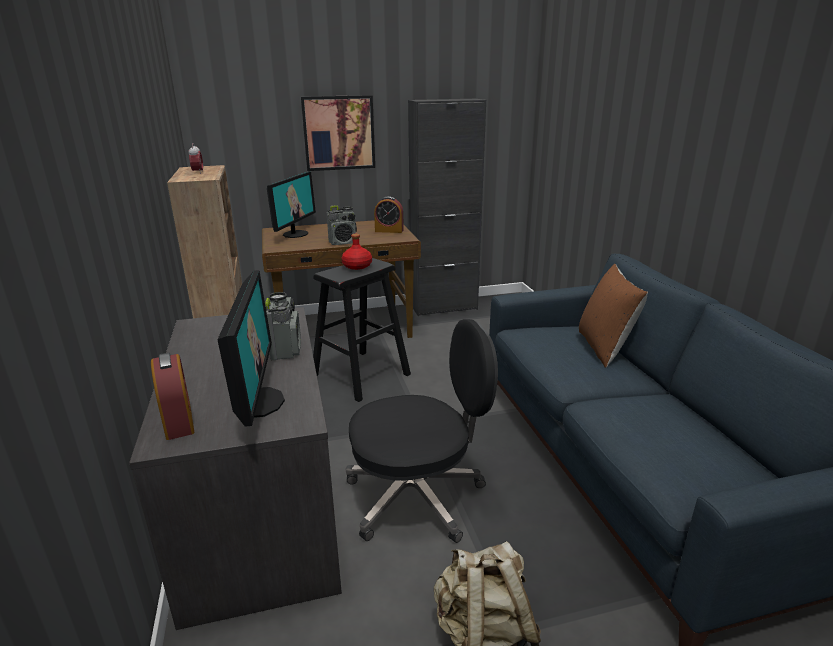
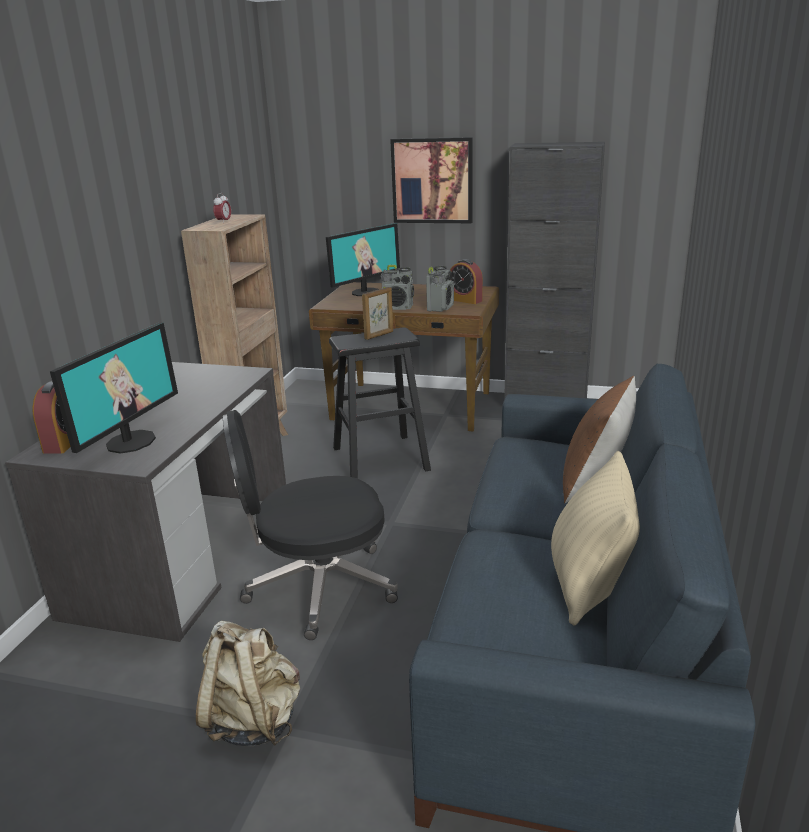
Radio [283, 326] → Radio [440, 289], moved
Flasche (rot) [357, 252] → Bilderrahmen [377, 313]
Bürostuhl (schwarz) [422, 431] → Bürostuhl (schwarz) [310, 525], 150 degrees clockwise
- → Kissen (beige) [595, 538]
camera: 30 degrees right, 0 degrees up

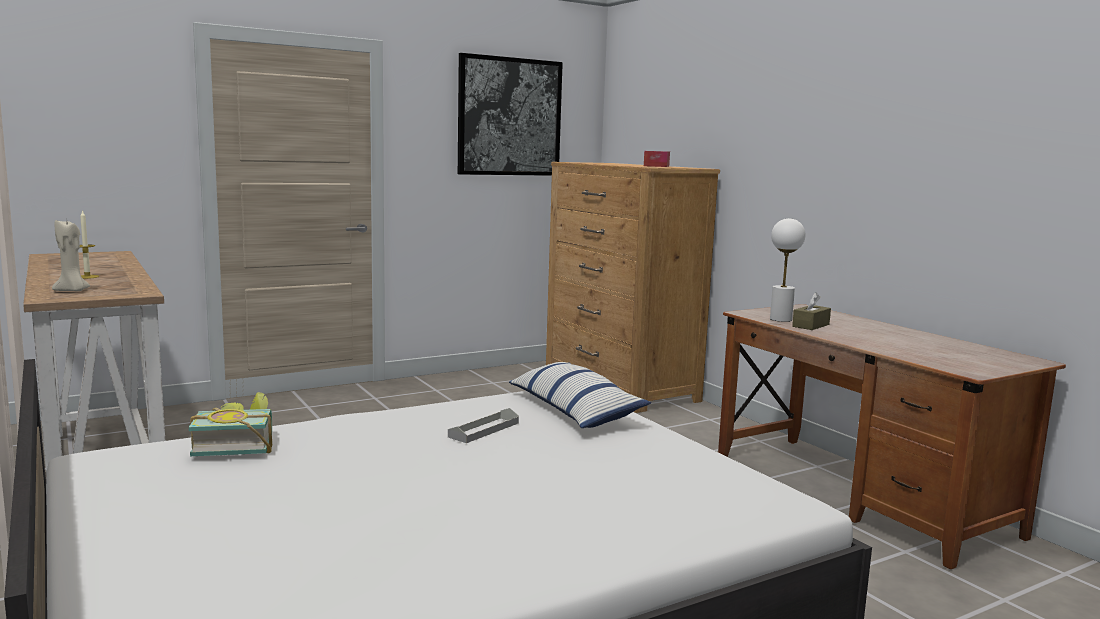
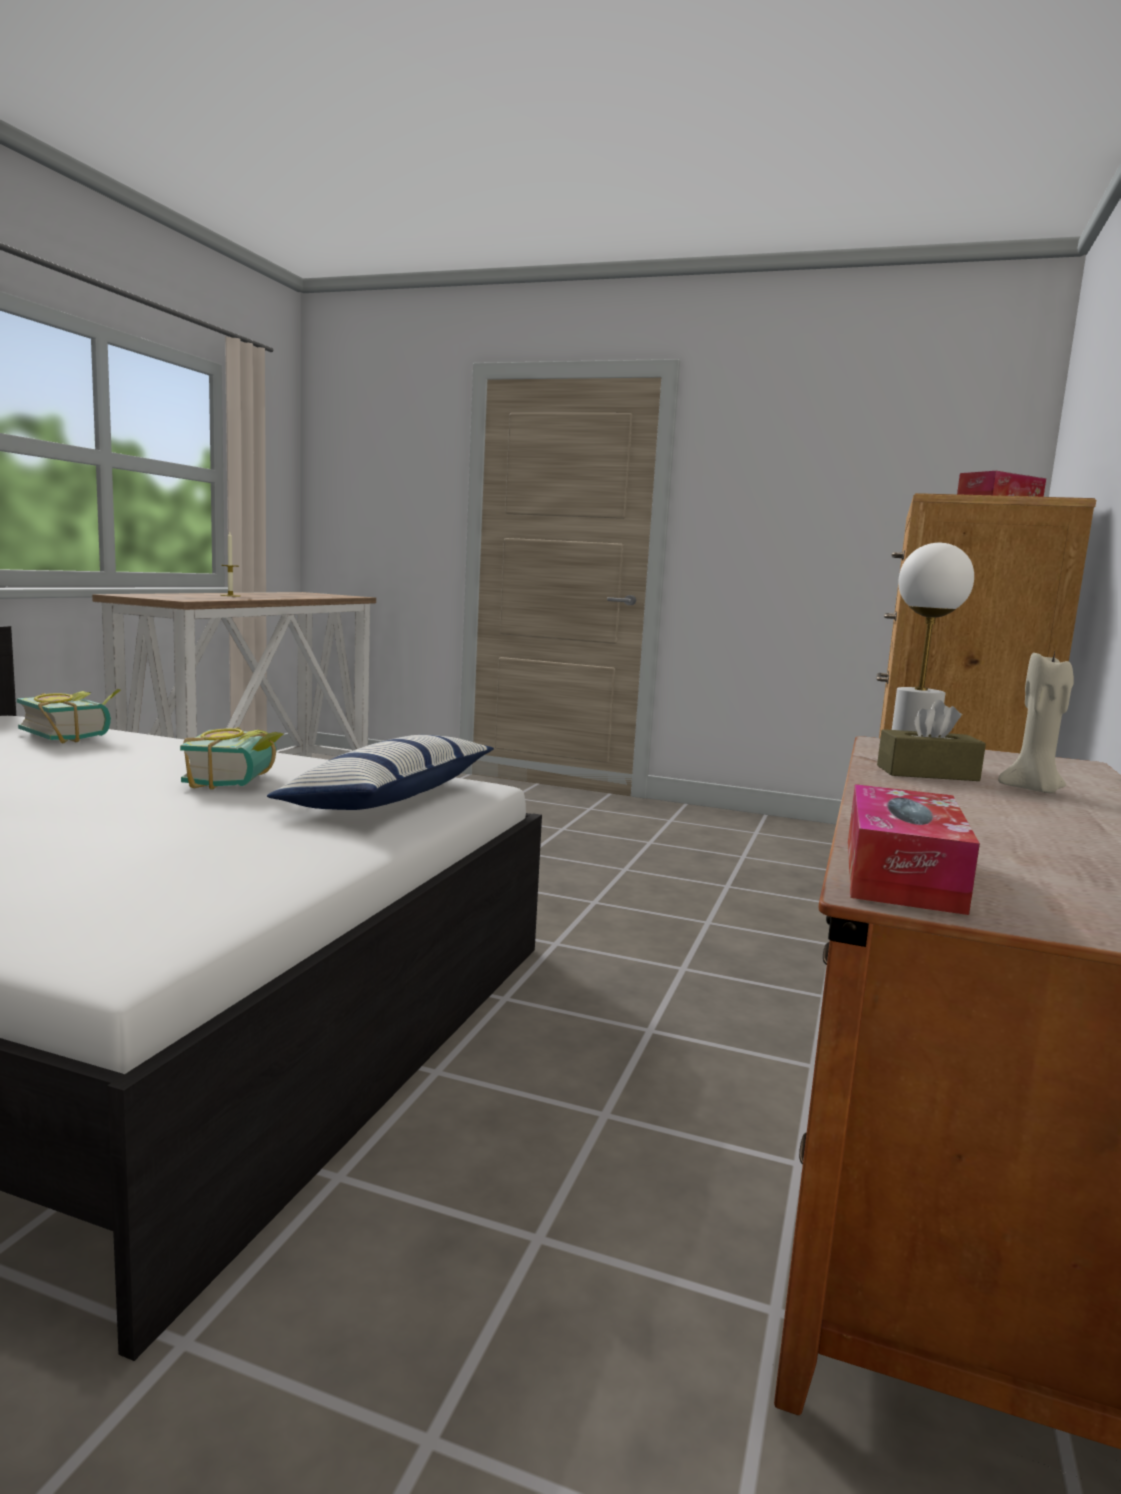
Kerze (beige) [71, 255] → Kerze (beige) [1036, 722], moved
Tablett (grau) [483, 425] → Buch [231, 758]
Bild [510, 114] → -
- → Taschentuchbox [914, 849]
camera: 50 degrees right, 0 degrees up

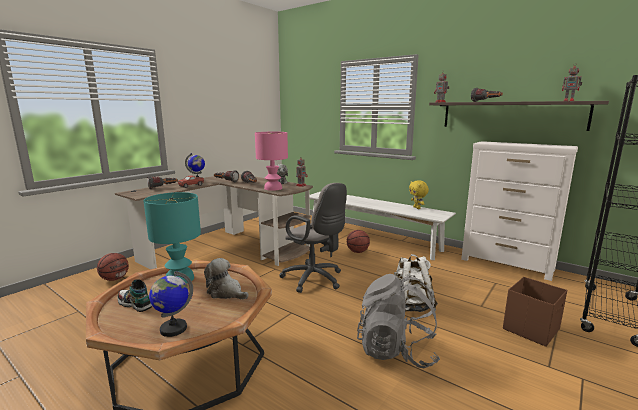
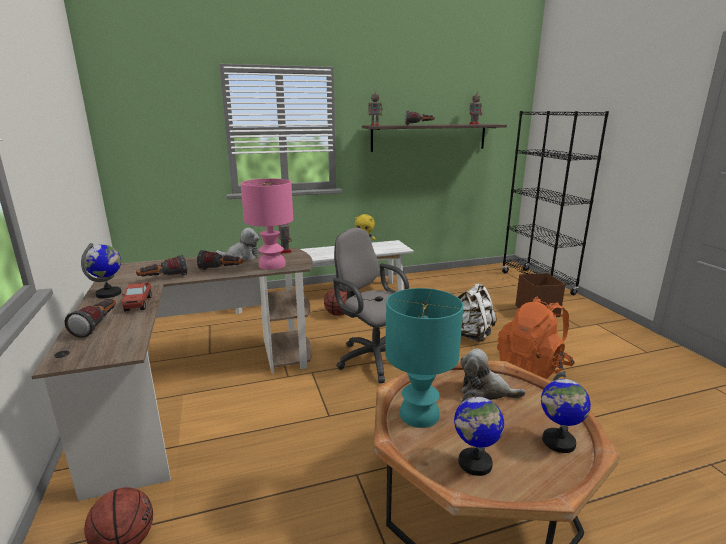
Schuh [135, 295] → Globus [479, 432]
Plüschtier [226, 278] → Plüschtier [493, 374], 45 degrees clockwise
Bürostuhl (grau) [313, 238] → Bürostuhl (grau) [371, 305], 120 degrees counterclockwise
Rucksack (grau) [398, 321] → Rucksack (orange) [536, 338]
Kommode (weiß) [519, 211] → -
camera: 55 degrees left, 5 degrees up

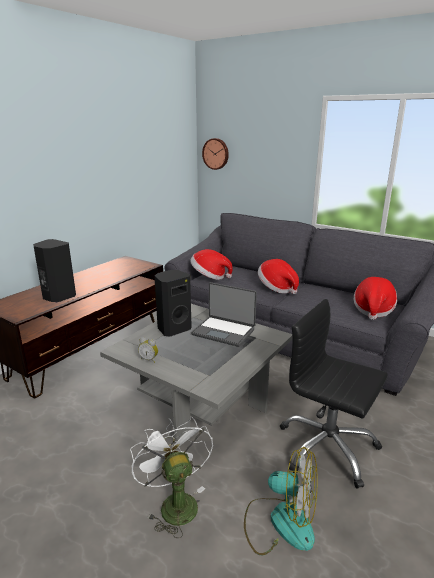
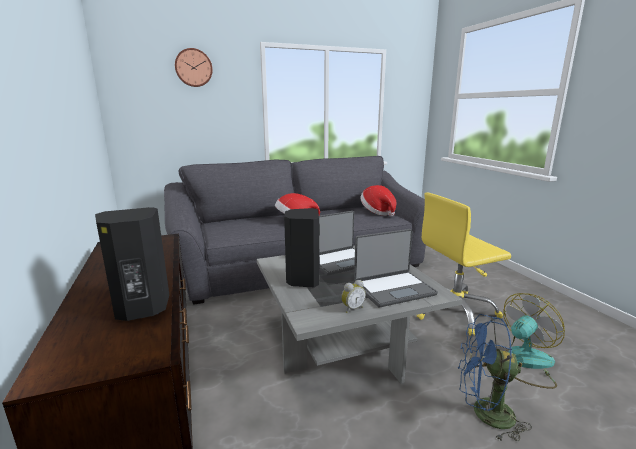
Ventilator (weiß) [171, 477] → Ventilator (blau) [495, 378]
Hut [211, 264] → -
Wanduhr [215, 154] → Wanduhr [194, 67], moved
Bürostuhl (schwarz) [334, 394] → Bürostuhl (gelb) [464, 263]
- → Laptop [396, 268]
camera: 55 degrees left, 5 degrees down

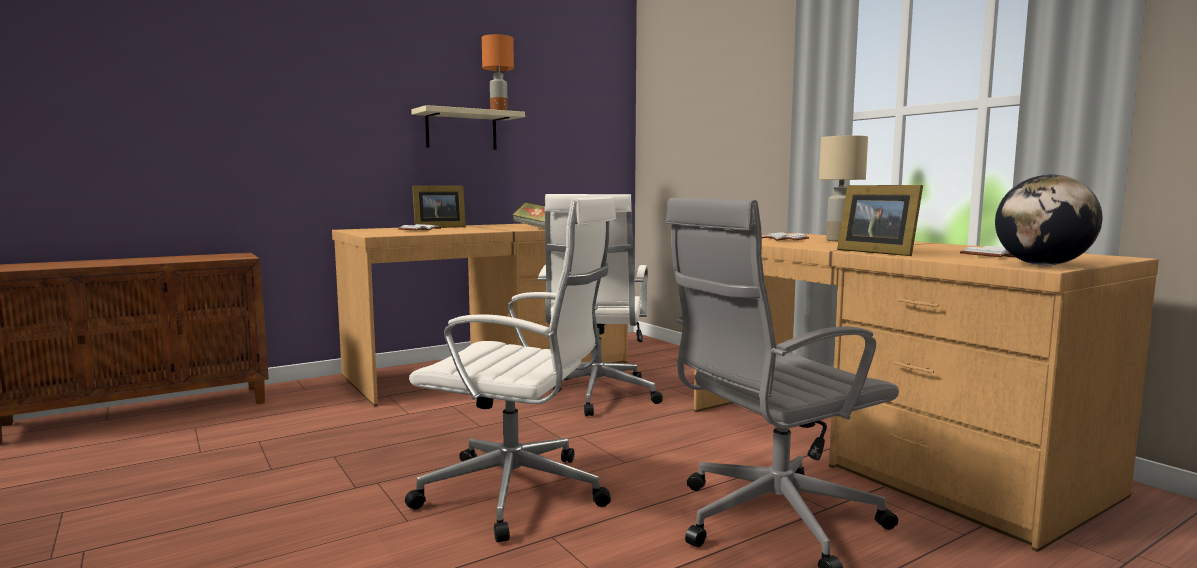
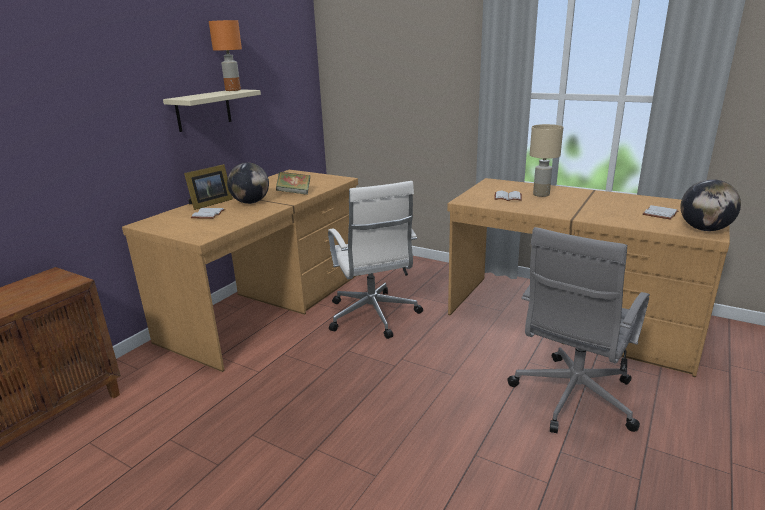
Bürostuhl (weiß) [510, 369] → -
Bilderrahmen [880, 220] → -
- → Globus [248, 183]
camera: 25 degrees left, 15 degrees up

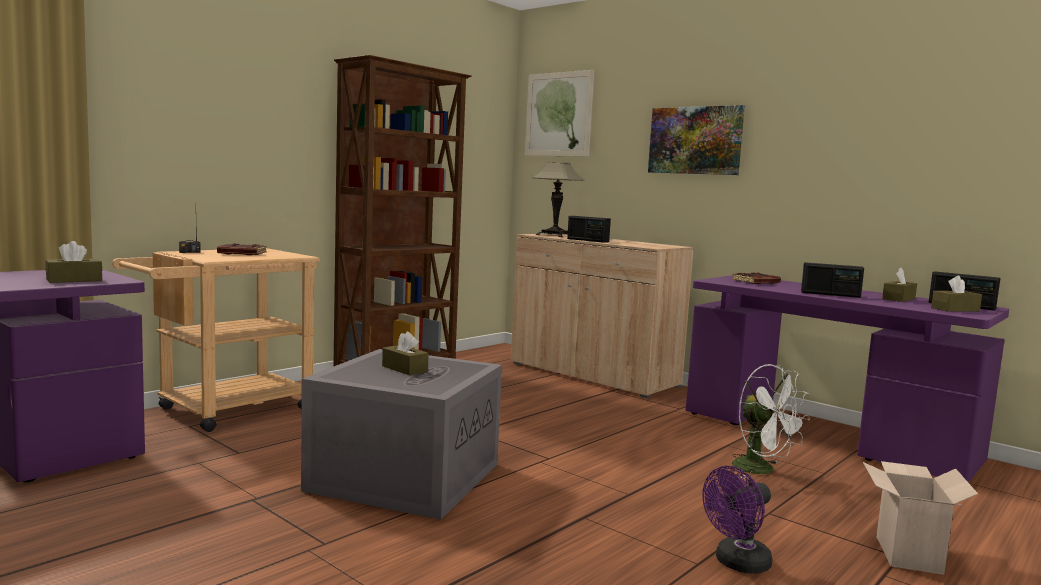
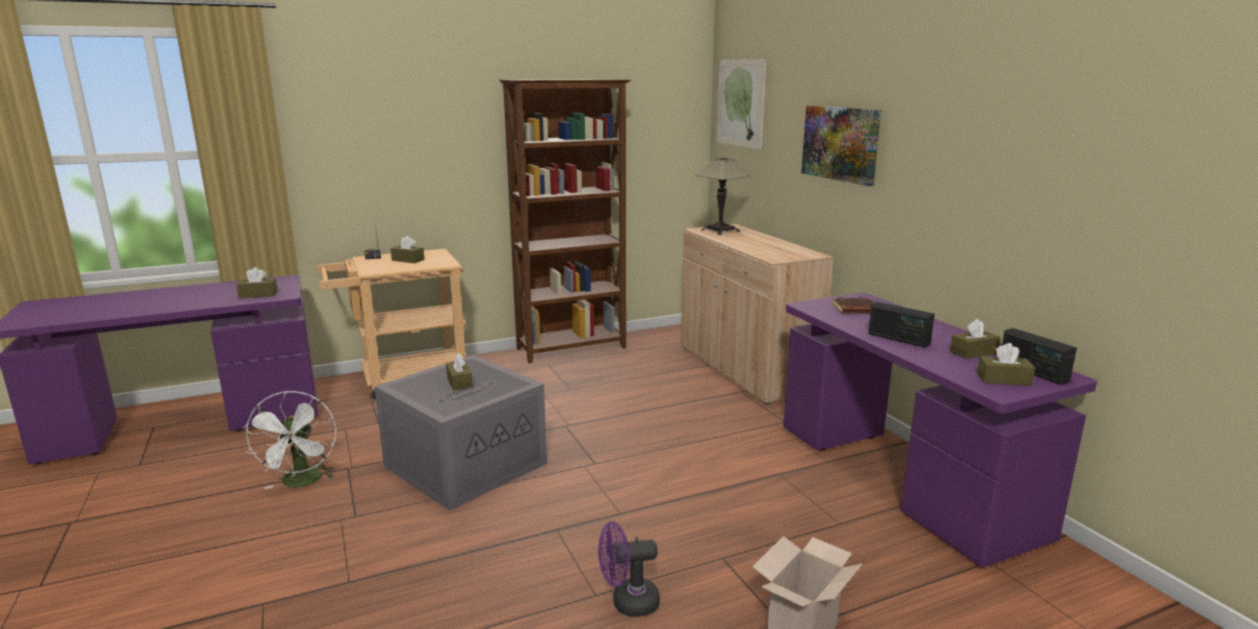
Buch (braun) [242, 249] → Taschentuchbox (braun) [408, 249]
Radio [589, 229] → -
Ventilator (weiß) [771, 421] → Ventilator (weiß) [289, 440], moved
camera: 25 degrees right, 10 degrees up

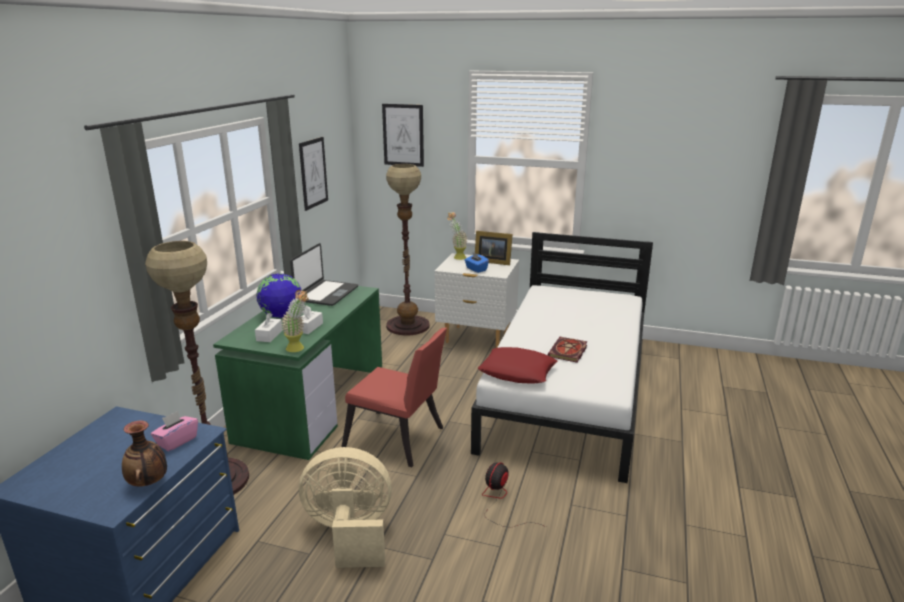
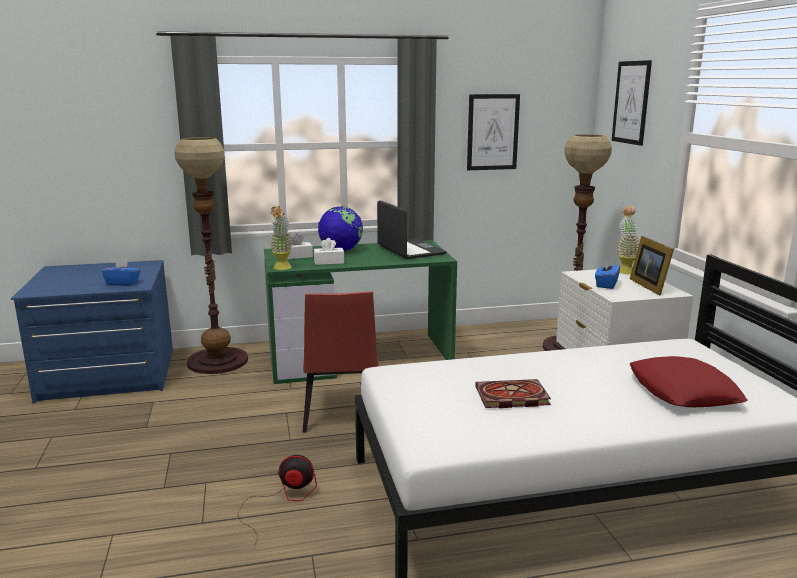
Vase [144, 453] → -
Taschentuchbox (rosa) [174, 431] → Taschentuchbox (blau) [120, 272]
Laptop [324, 274] → Laptop [412, 229], 105 degrees counterclockwise
Ventilator (beige) [345, 507] → -
Kissen (rot) [518, 365] → Kissen (rot) [689, 381], moved
camera: 60 degrees right, 5 degrees down

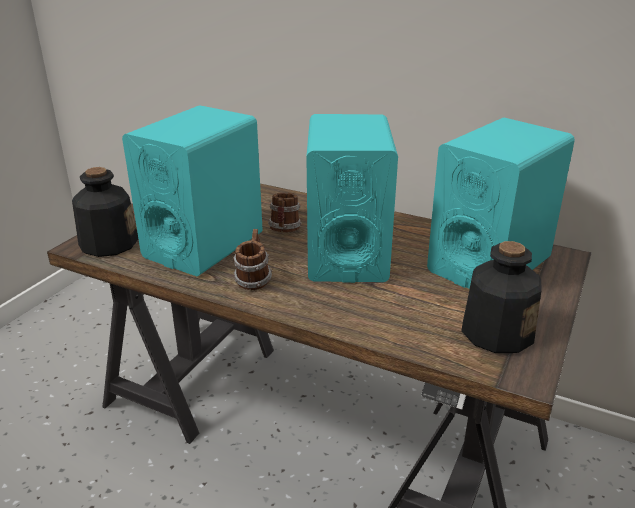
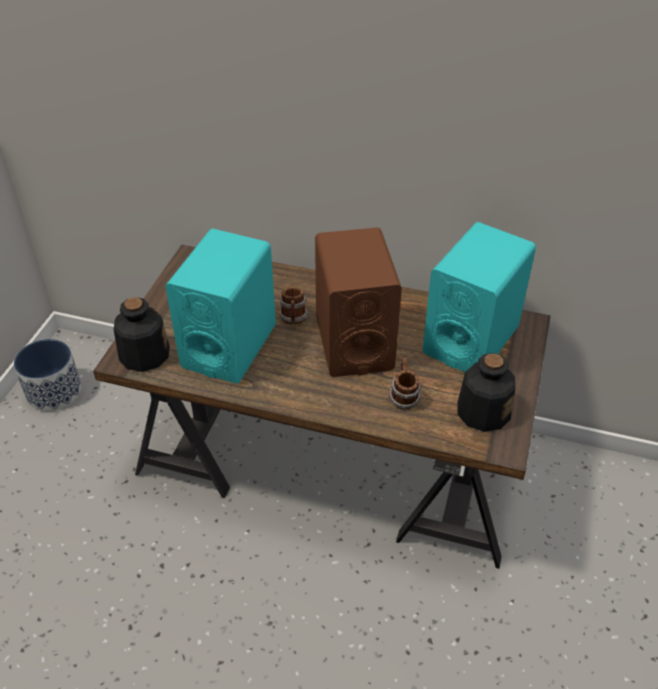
Henkelbecher [252, 259] → Henkelbecher [404, 383], moved
Lautsprecher (türkis) [352, 198] → Lautsprecher (braun) [358, 302]
- → Pflanzkübel [47, 375]
camera: 10 degrees left, 15 degrees up

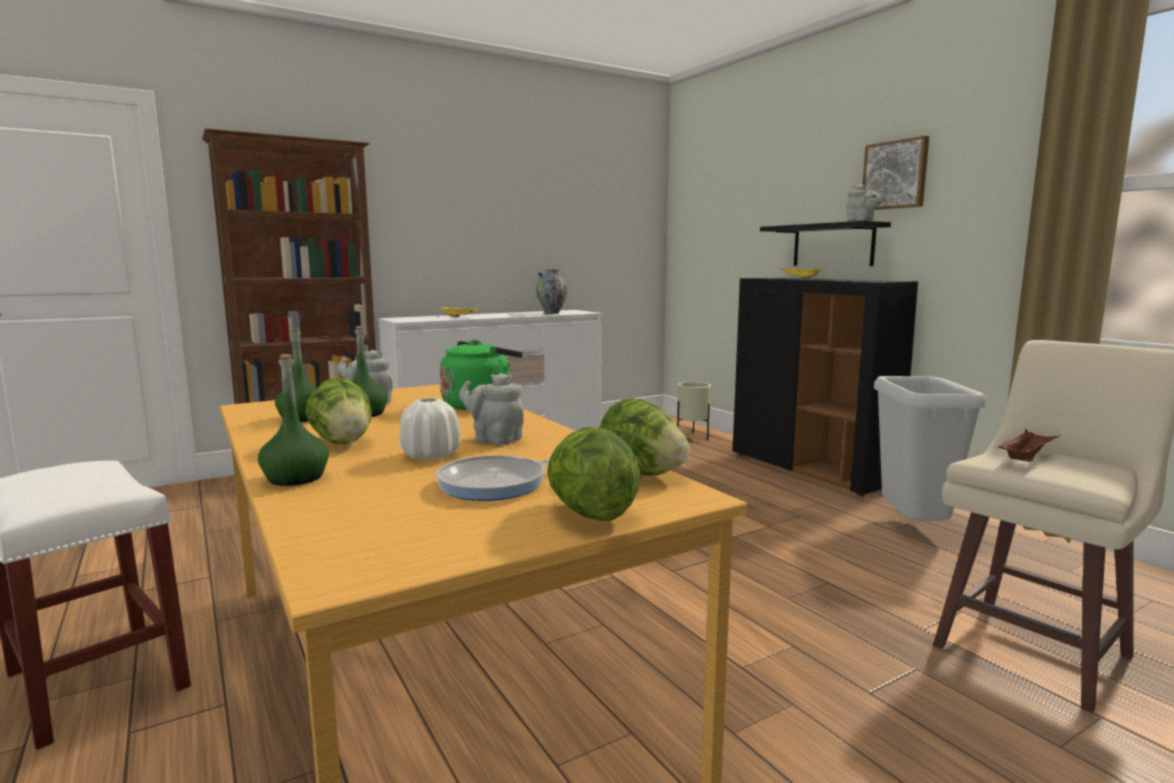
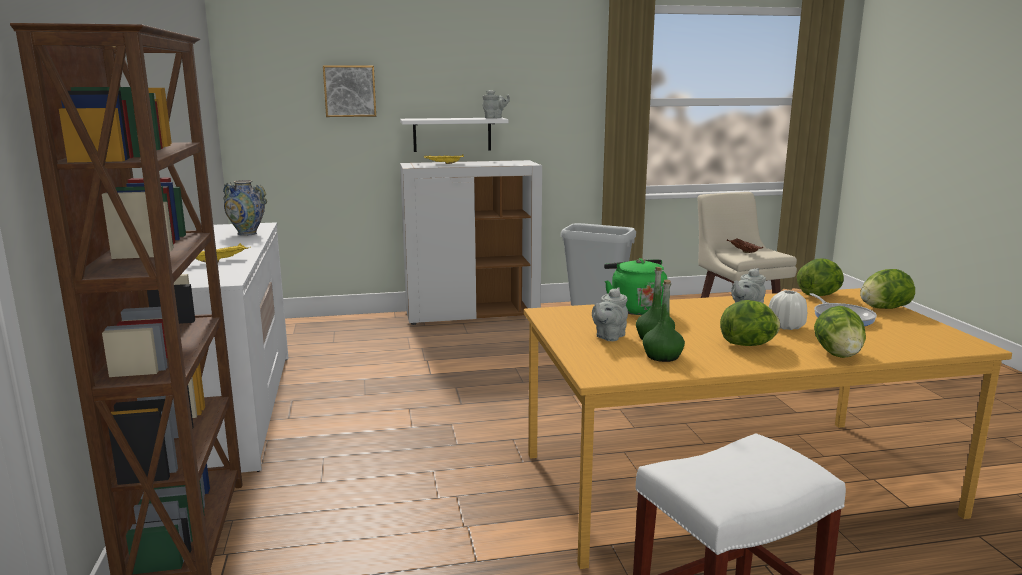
Flasche (grün) [293, 420] → Salatkopf [840, 332]
Pflanzkübel (beige) [694, 411] → -
Schrank (schwarz) [825, 387] → Schrank (weiß) [471, 242]
Wandregal (schwarz) [825, 243] → Wandregal (weiß) [454, 135]
Bild [895, 173] → Bild [349, 91], moved
camera: 70 degrees left, 5 degrees up

